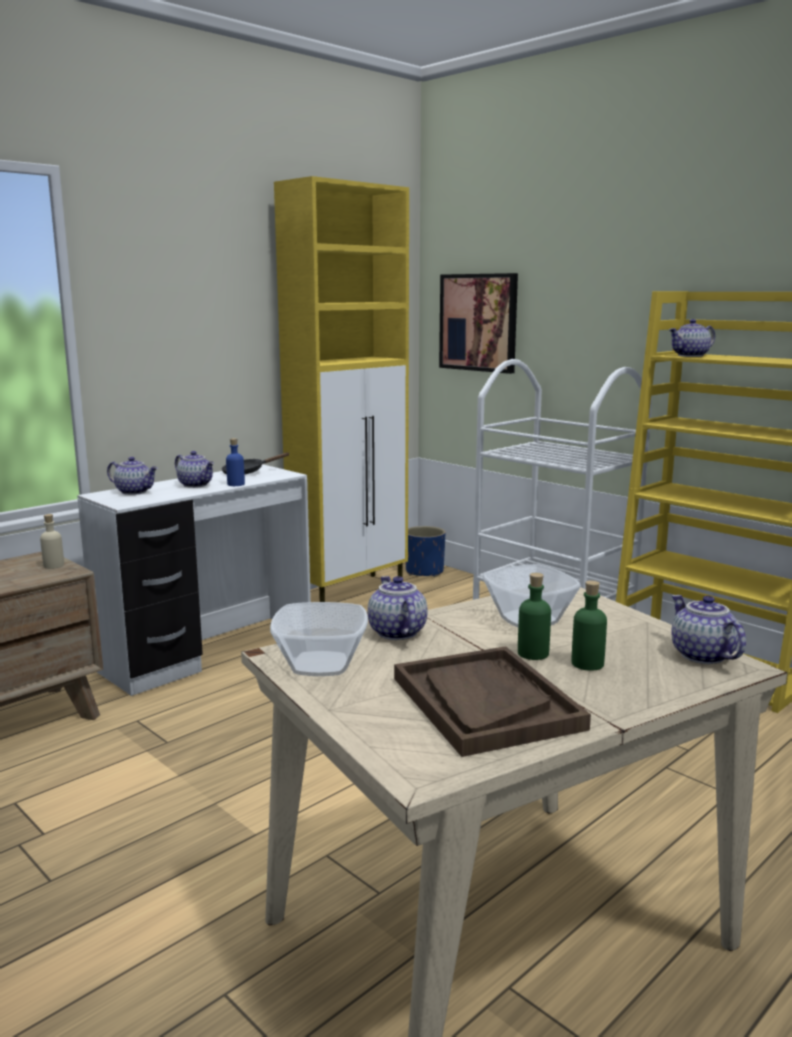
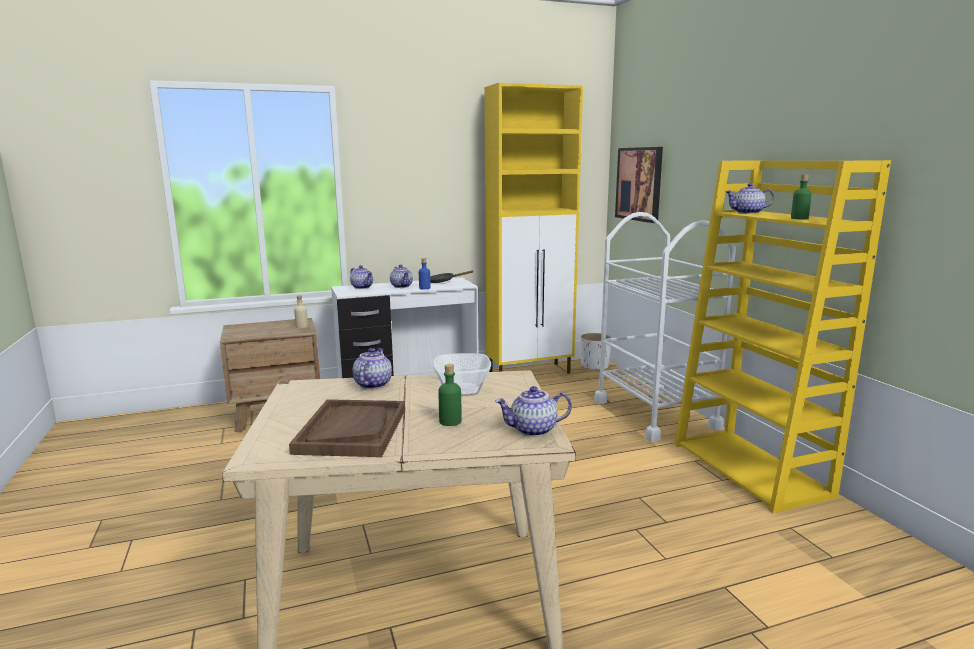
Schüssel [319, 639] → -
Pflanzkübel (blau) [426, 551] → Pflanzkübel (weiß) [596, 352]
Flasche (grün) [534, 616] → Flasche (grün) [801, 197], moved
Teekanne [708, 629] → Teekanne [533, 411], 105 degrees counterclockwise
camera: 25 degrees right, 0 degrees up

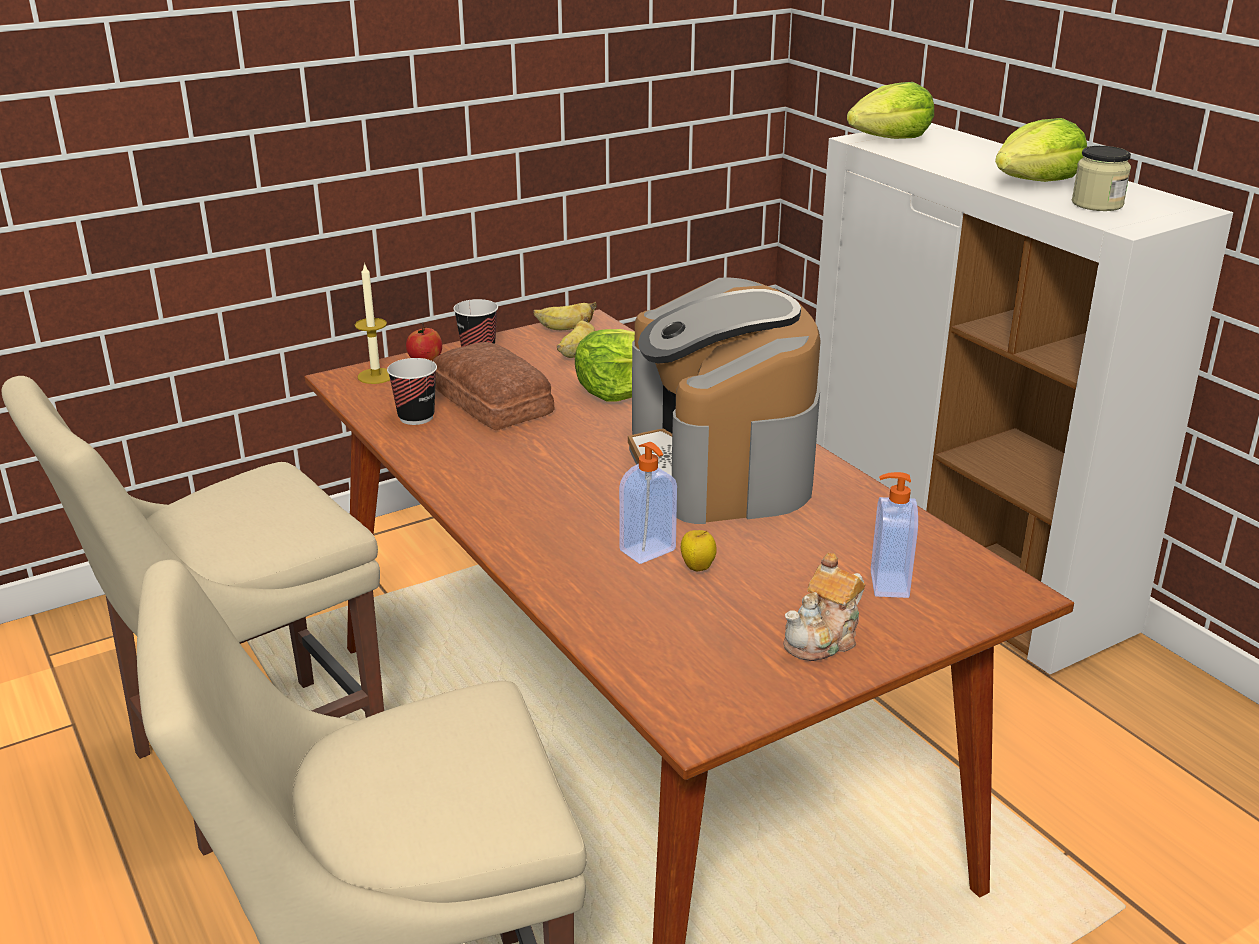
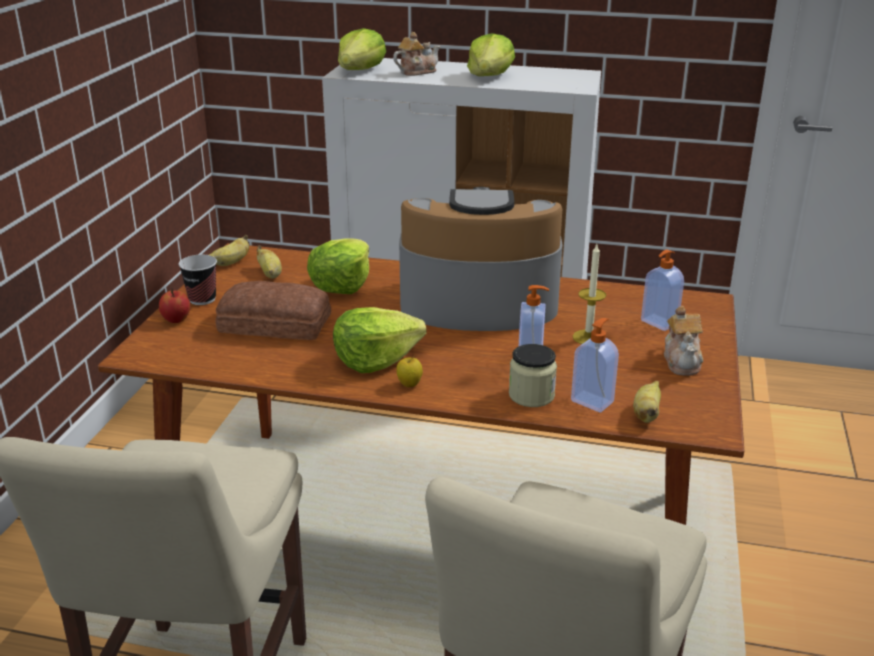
Kerze [372, 323] → Kerze [589, 294], moved
Tasse [412, 391] → -
Kaffeemaschine [724, 400] → Kaffeemaschine [481, 259], 150 degrees clockwise
Apfel [699, 551] → Apfel [410, 371], moved
Vorratsglas [1101, 178] → Vorratsglas [533, 375], moved
- → Salatkopf [379, 340]
- → Teekanne [416, 54]
- → Seifenspender [595, 365]
- → Banane [647, 402]
camera: 45 degrees left, 0 degrees up

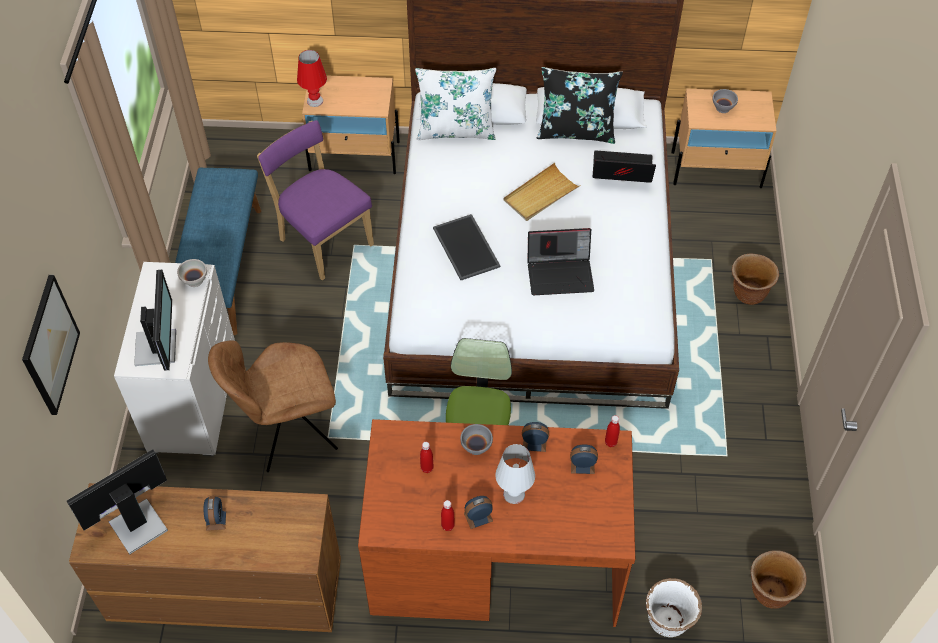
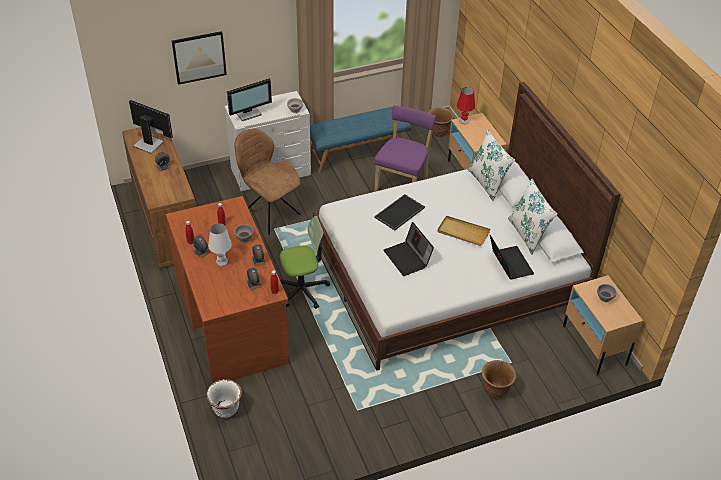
Kissen (schwarz) [580, 105] → Kissen (weiß) [533, 216]
Pflanzkübel (braun) [779, 579] → Pflanzkübel (braun) [441, 122], moved
camera: 65 degrees right, 10 degrees down

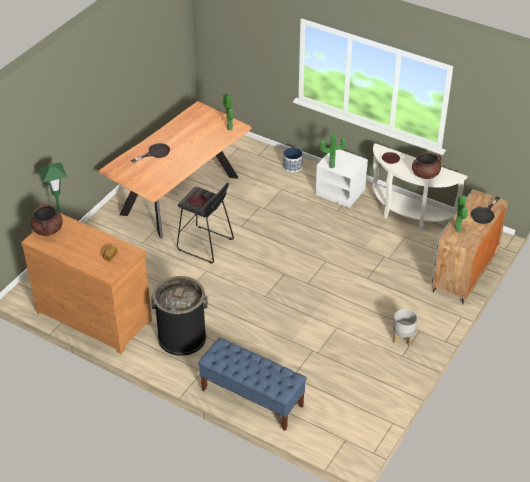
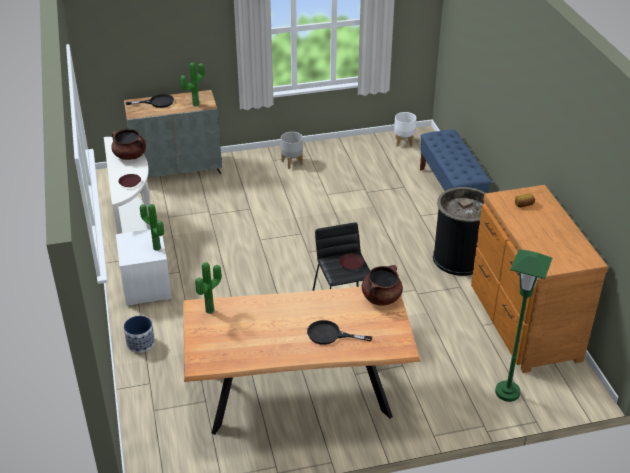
Kochtopf (braun) [47, 219] → Kochtopf (braun) [382, 285], moved
- → Pflanzkübel (weiß) [405, 129]
camera: 135 degrees left, 5 degrees down

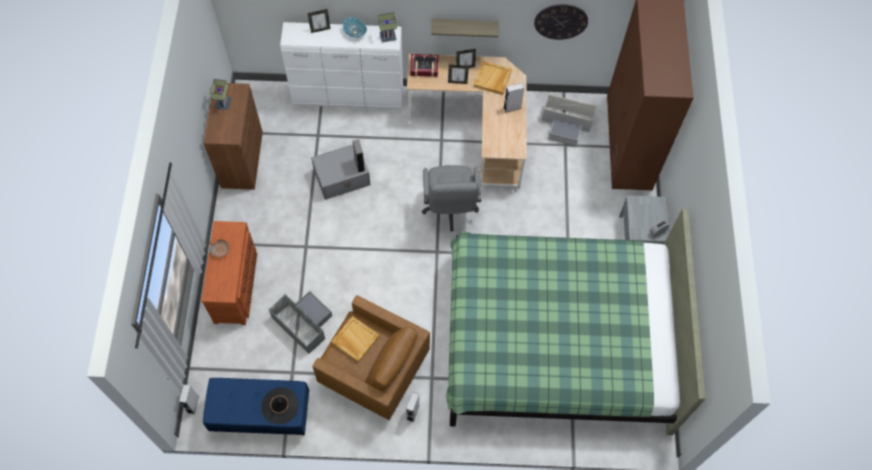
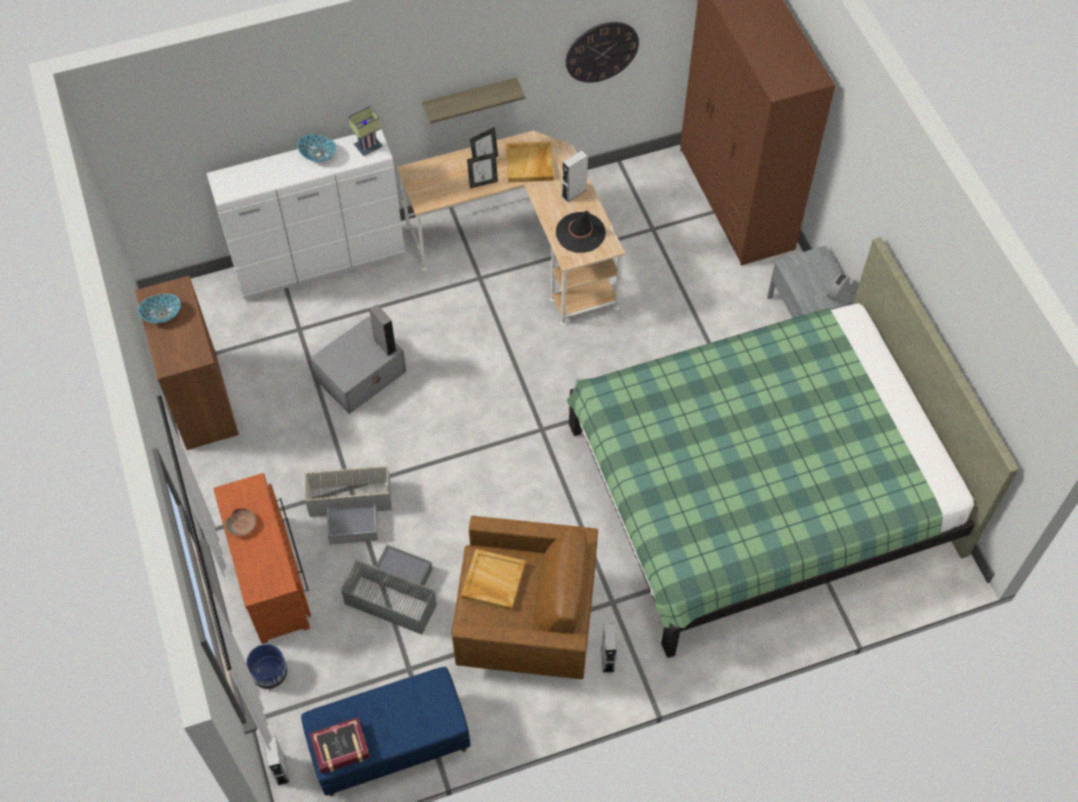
Tischlampe [220, 94] → Schüssel [159, 308]
Hut (schwarz) [280, 406] → Hut (schwarz) [581, 231], moved
Bilderrahmen [319, 21] → -
Buch [424, 65] → Buch [339, 745], moved
Bürostuhl (grau) [451, 198] → -
Aufbewahrungsbox (grau) [569, 119] → Aufbewahrungsbox (grau) [348, 504], moved
- → Pflanzkübel (blau) [267, 666]
camera: 20 degrees left, 5 degrees down

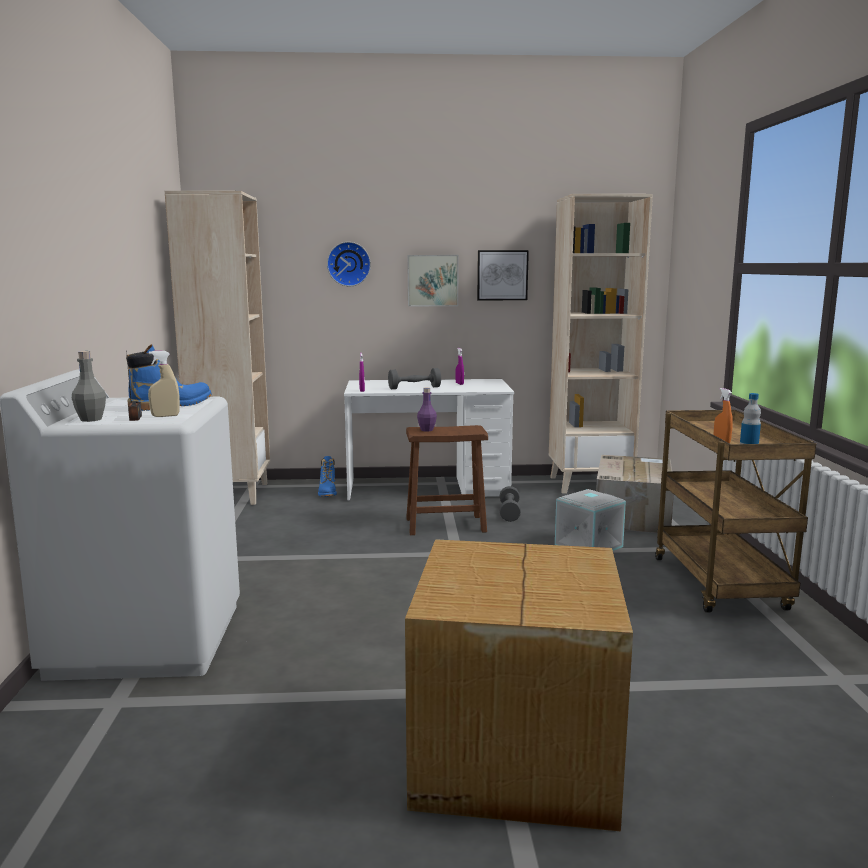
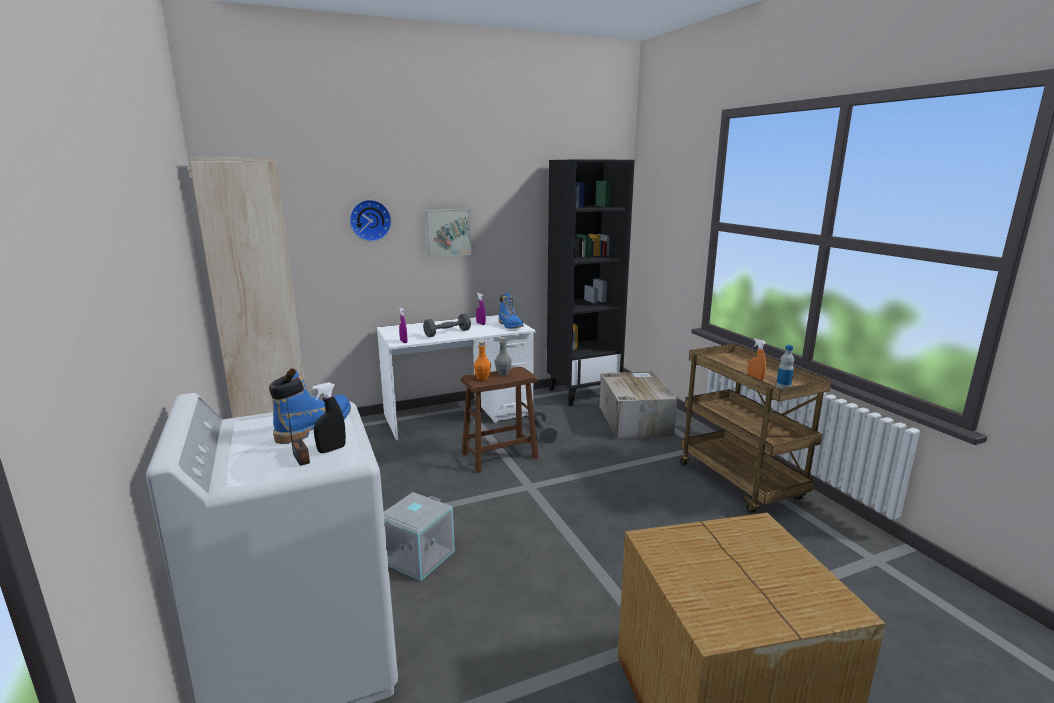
Flasche (grau) [89, 386] → Flasche (grau) [503, 356], moved
Sprühflasche (beige) [164, 384] → Sprühflasche (schwarz) [329, 417]
Stiefel (blau) [327, 476] → Stiefel (blau) [511, 311], moved
Flasche (lila) [427, 409] → Flasche (orange) [482, 360]
Bild [503, 275] → -
Bücherregal (beige) [601, 344] → Bücherregal (schwarz) [591, 282]
Aufbewahrungsbox (grau) [590, 520] → Aufbewahrungsbox (grau) [419, 536], moved
camera: 20 degrees left, 5 degrees up

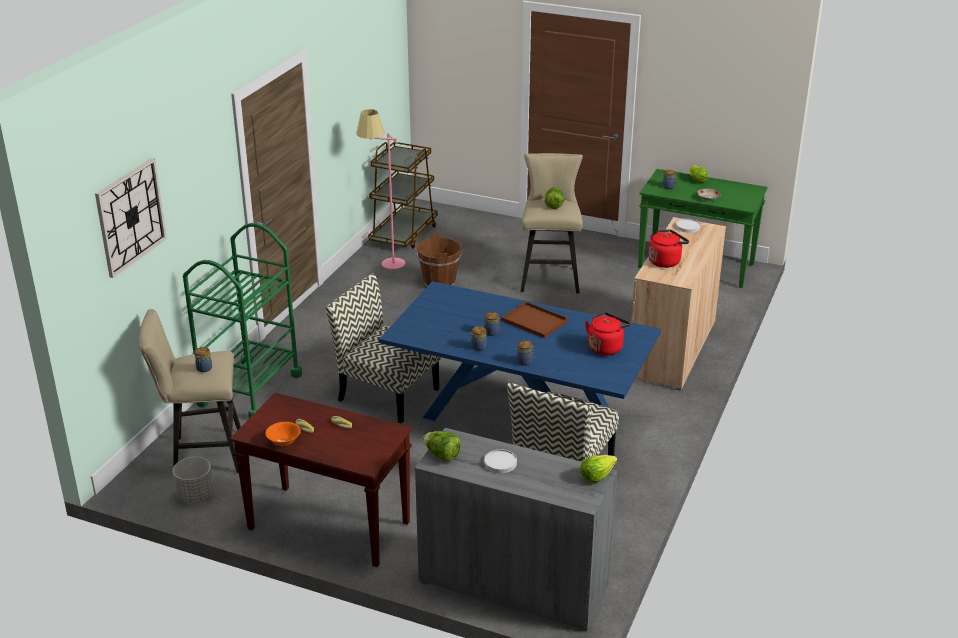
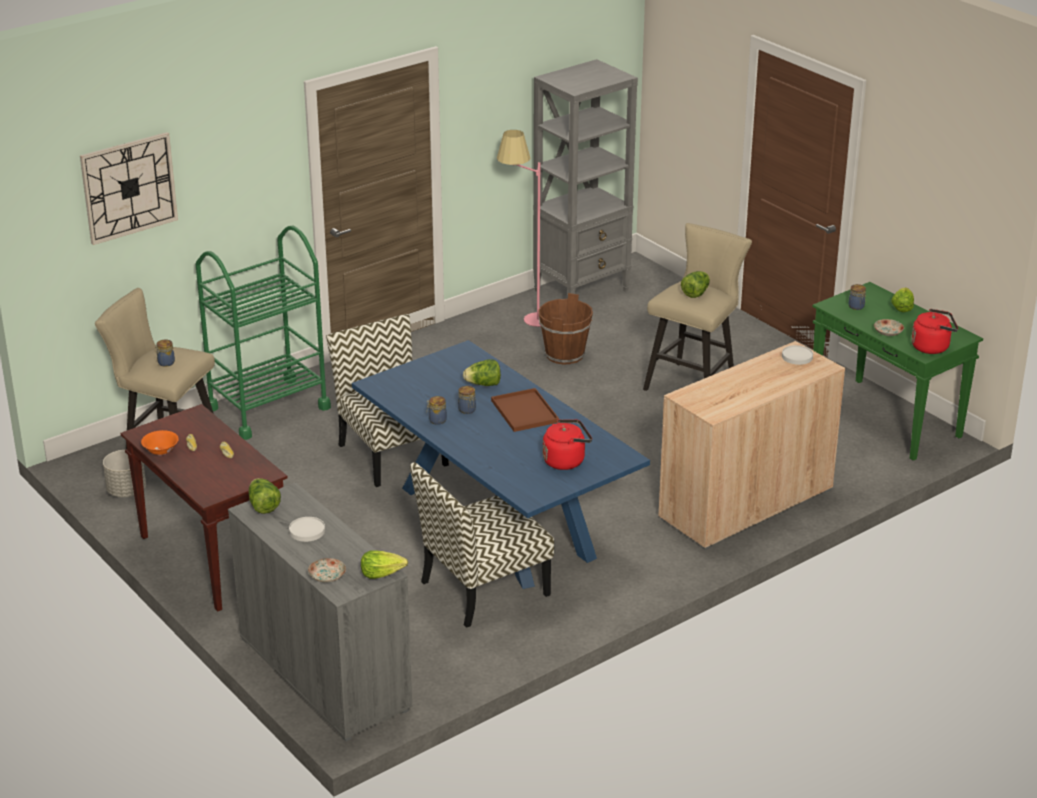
Rollwagen (braun) [403, 195] → Bücherregal (grau) [585, 177]
Vorratsglas [526, 353] → -
Wasserkessel (rot) [669, 248] → Wasserkessel (rot) [934, 331], moved
- → Teller [327, 570]
- → Salatkopf [482, 372]
camera: 30 degrees right, 0 degrees up

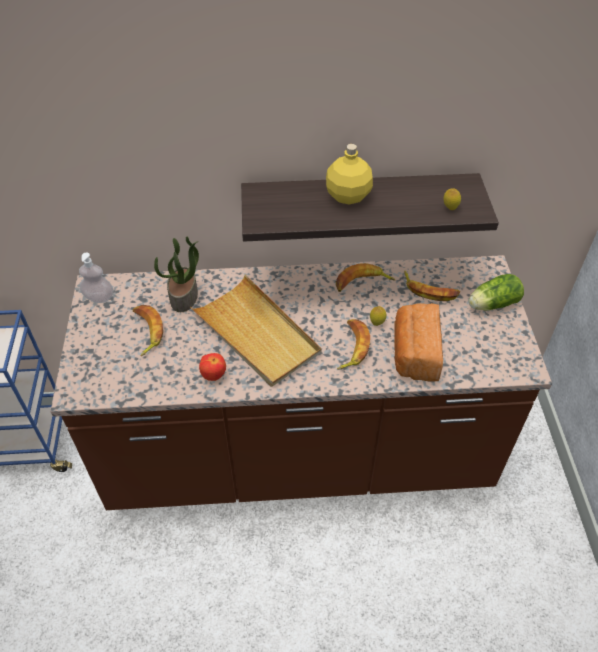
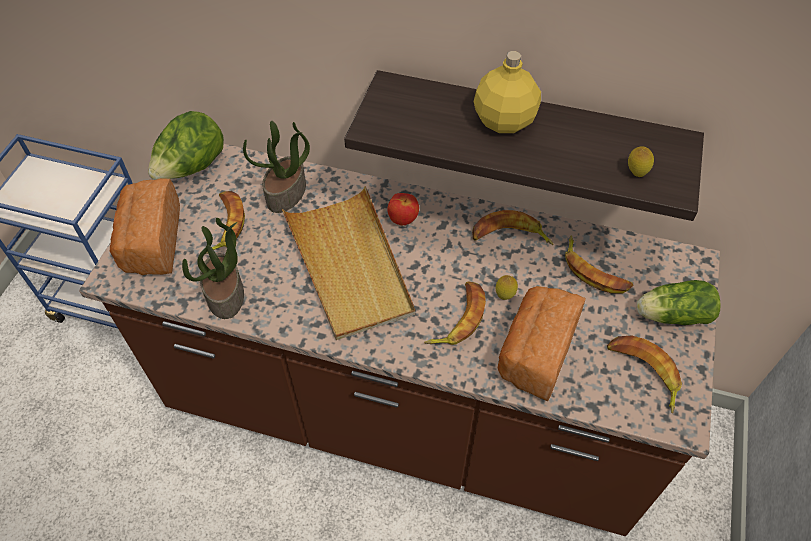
Seifenspender [96, 277] → Salatkopf [186, 145]
Apfel [212, 367] → Apfel [403, 209], moved
- → Brot [145, 226]
- → Topfpflanze [213, 268]
- → Banane [644, 374]
camera: 20 degrees right, 5 degrees up

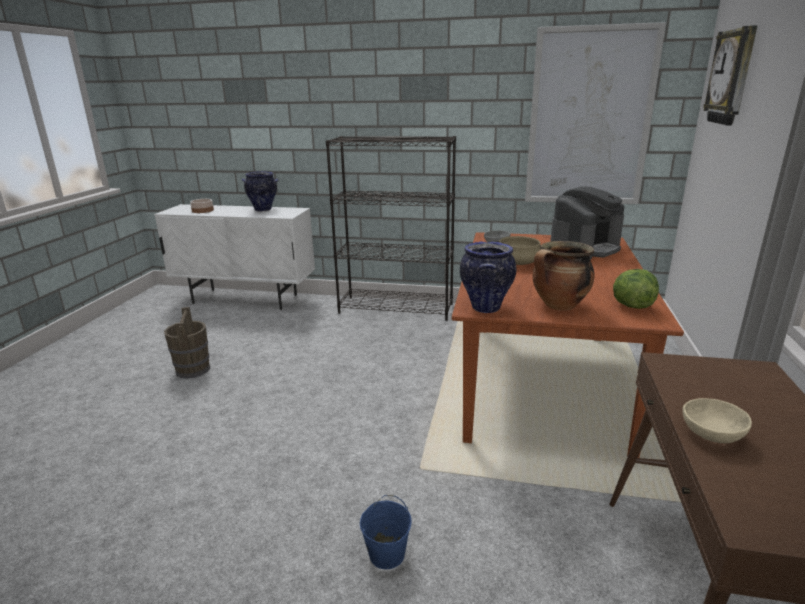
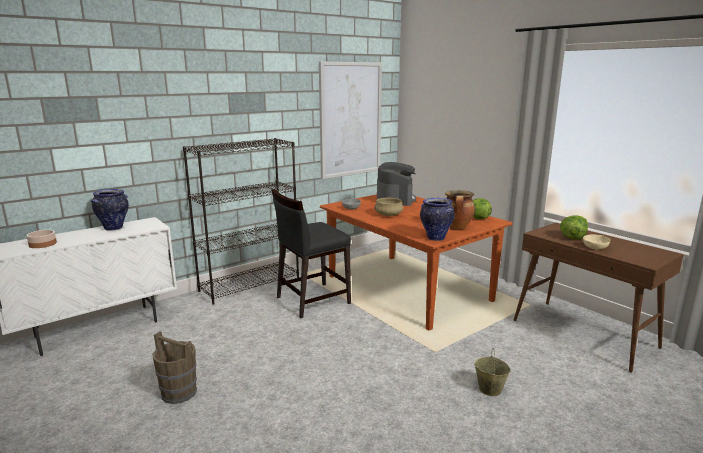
Eimer (blau) [385, 532] → Eimer (beige) [492, 372]
Wanduhr [730, 75] → -
- → Stuhl (schwarz) [311, 253]
- → Salatkopf [574, 227]
camera: 50 degrees left, 5 degrees down

